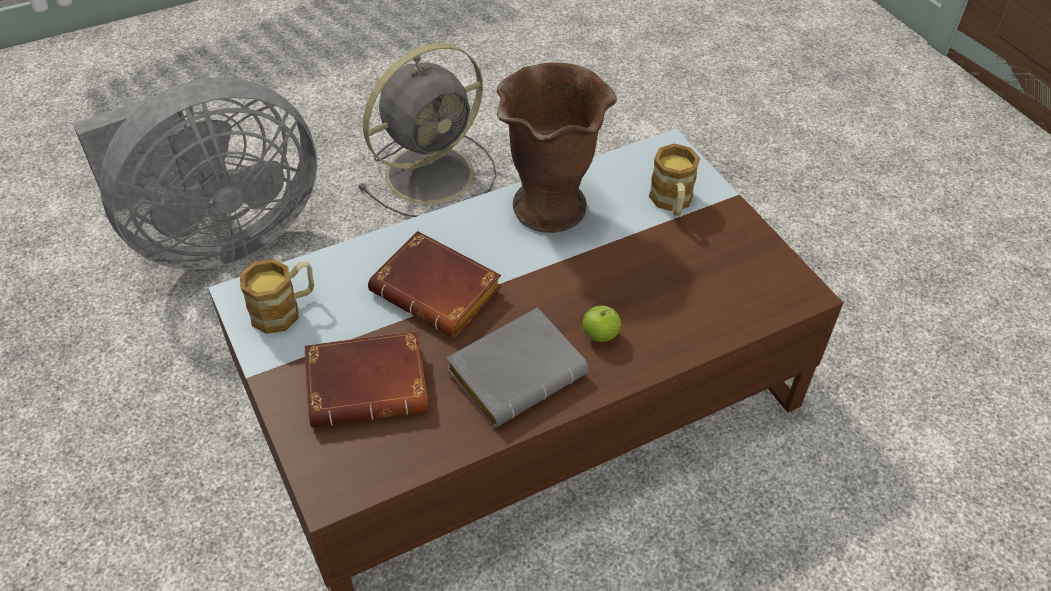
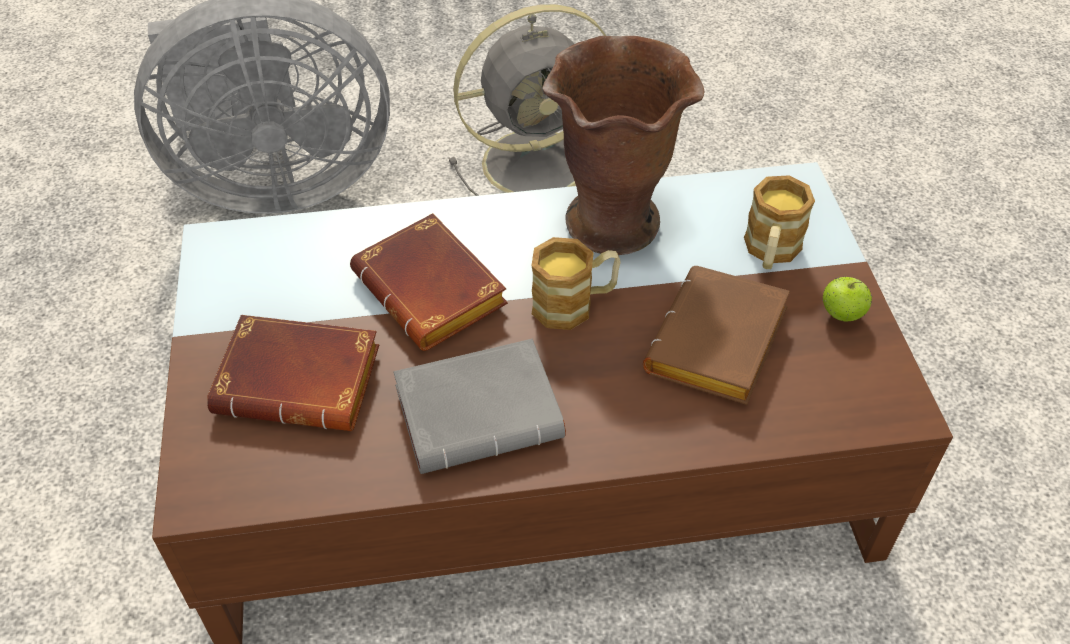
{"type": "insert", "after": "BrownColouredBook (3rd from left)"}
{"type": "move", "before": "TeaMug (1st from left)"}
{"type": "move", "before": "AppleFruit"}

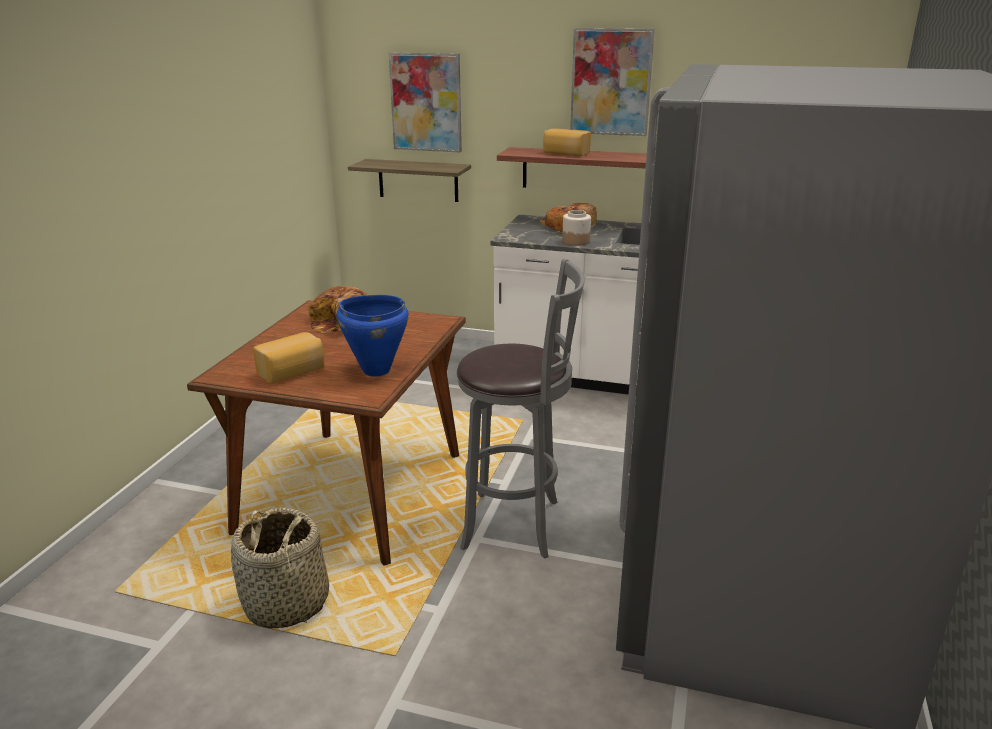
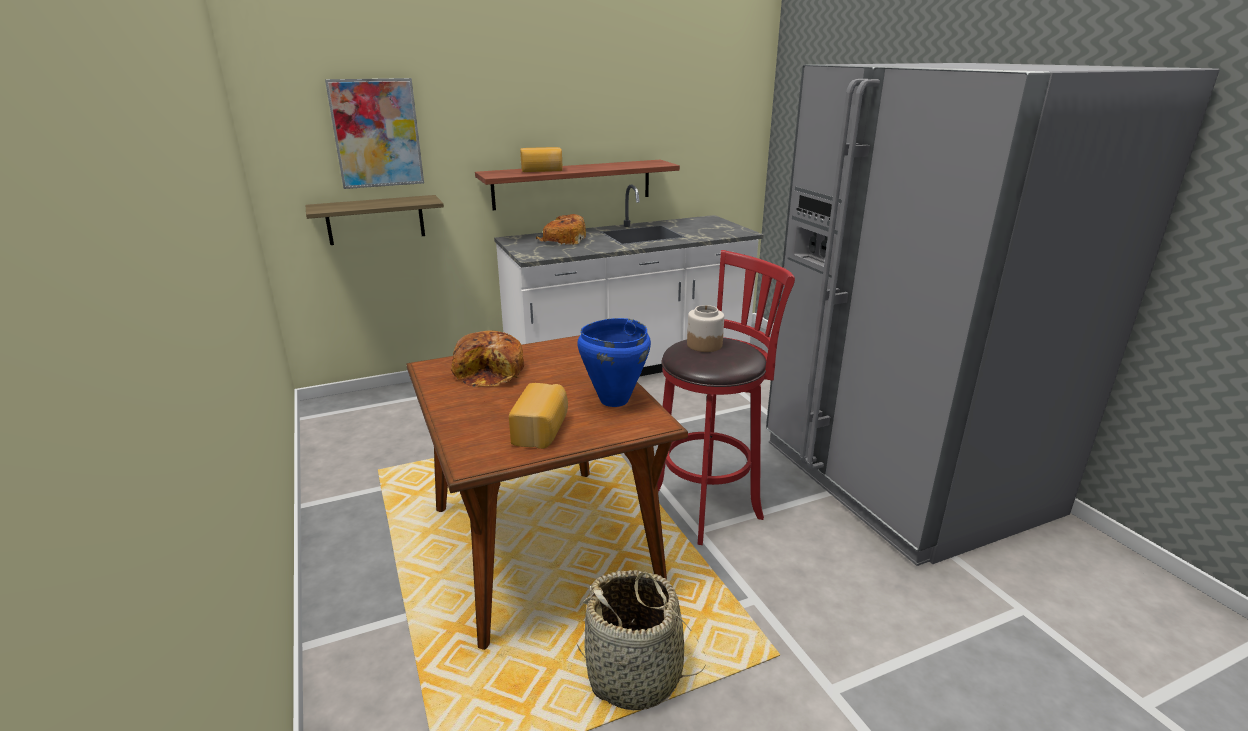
{"type": "delete", "before": "Picture (2nd from left)"}
{"type": "move", "before": "PreserveJar"}
{"type": "recolor", "before": "GrayStoolSeat", "after": "RedColouredStoolSeat"}

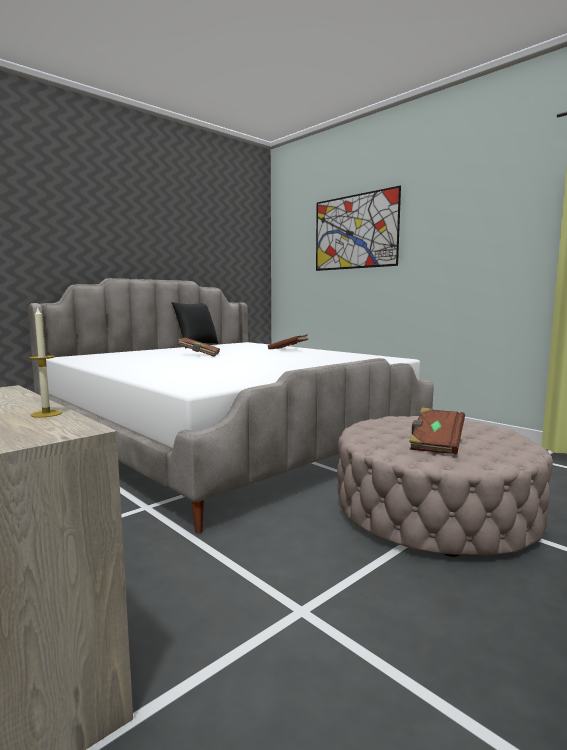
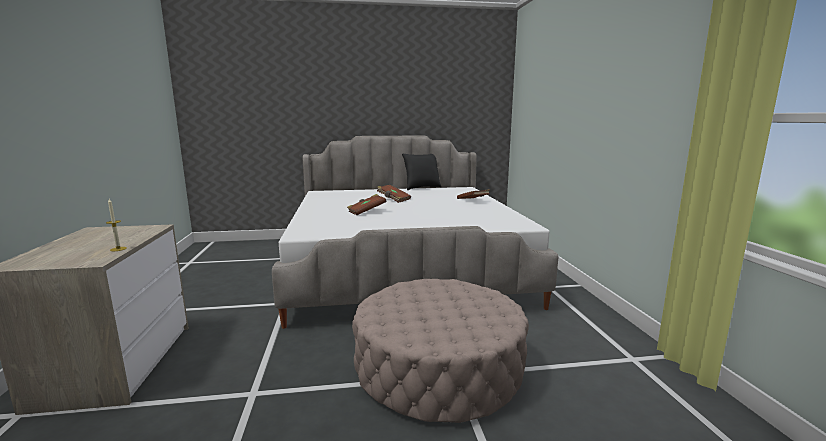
{"type": "delete", "before": "Picture"}
{"type": "move", "before": "BrownColouredBook (3rd from left in the first image)", "after": "BrownColouredBook (1st from left)"}

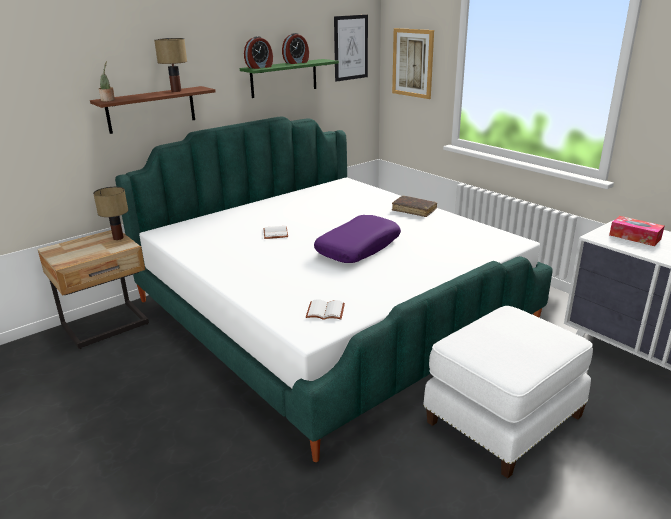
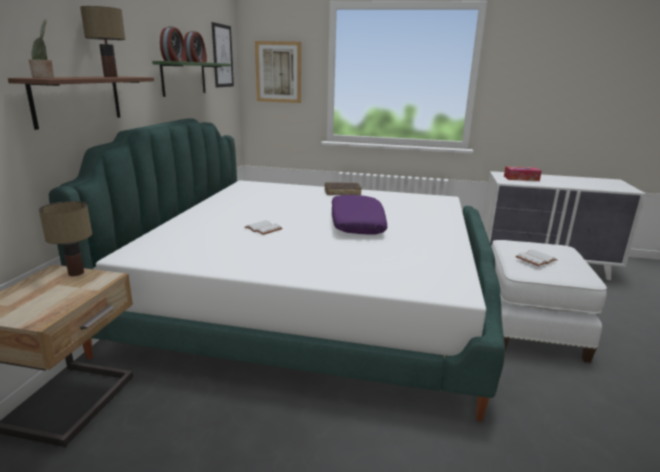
{"type": "move", "before": "WhitishBook (2nd from left)"}

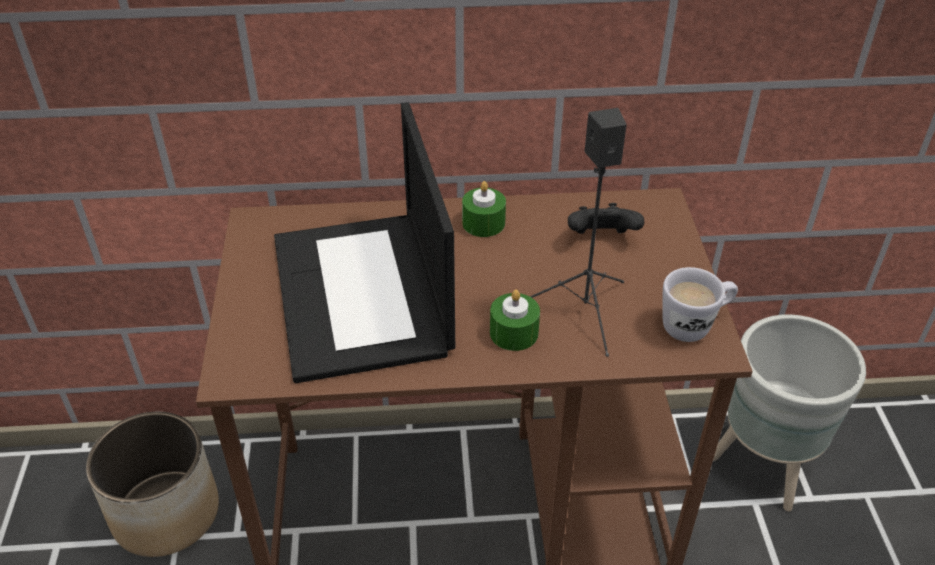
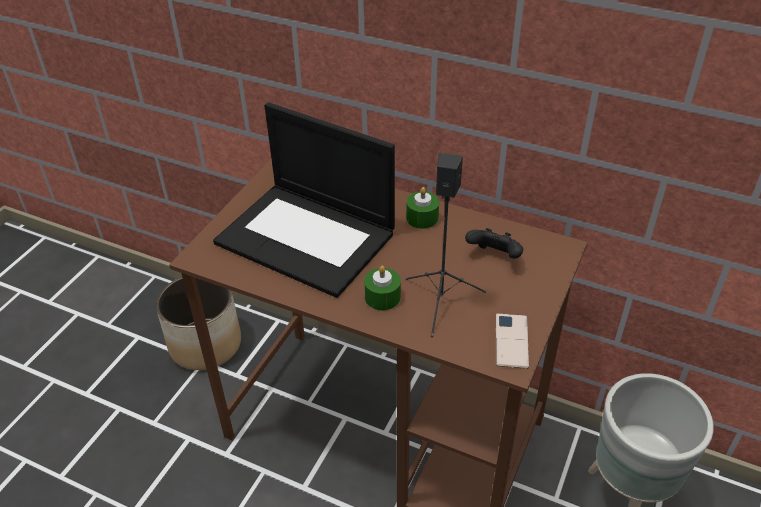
{"type": "replace", "before": "WhitishTeaMug", "after": "Telephone"}
{"type": "rotate", "before": "PortableComputer", "turn": -75}

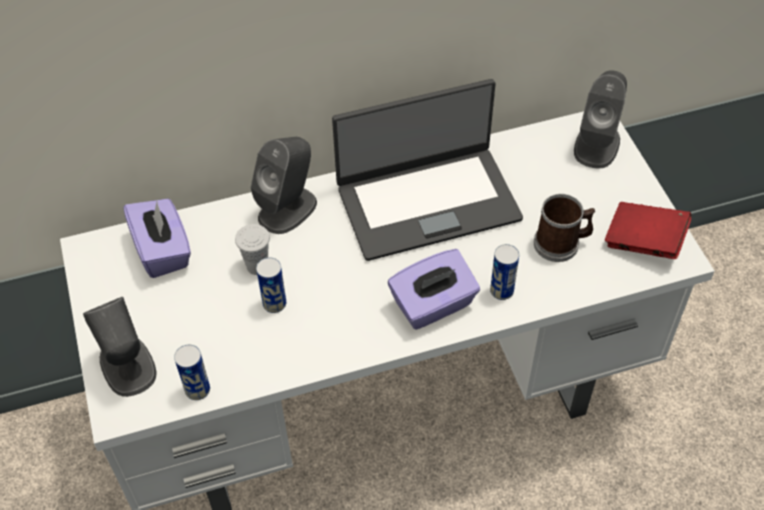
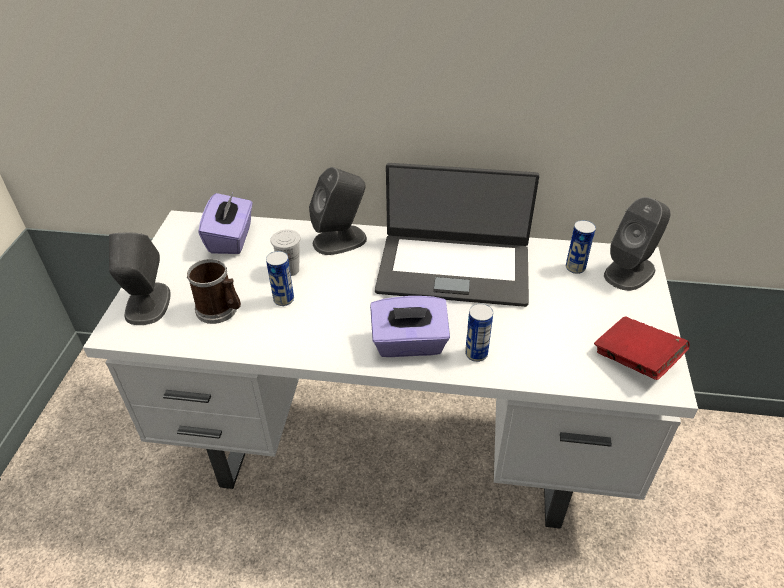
{"type": "move", "before": "SealedCan (1st from left in the first image)", "after": "SealedCan (3rd from left)"}
{"type": "move", "before": "TeaMug"}

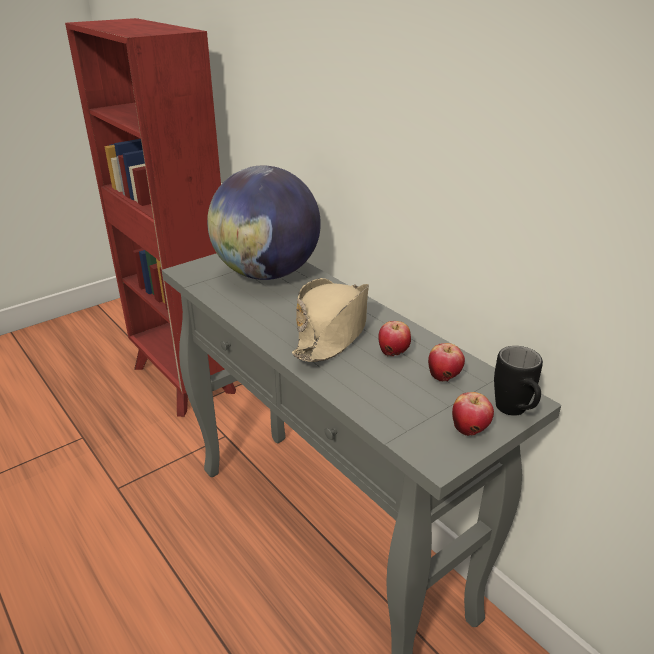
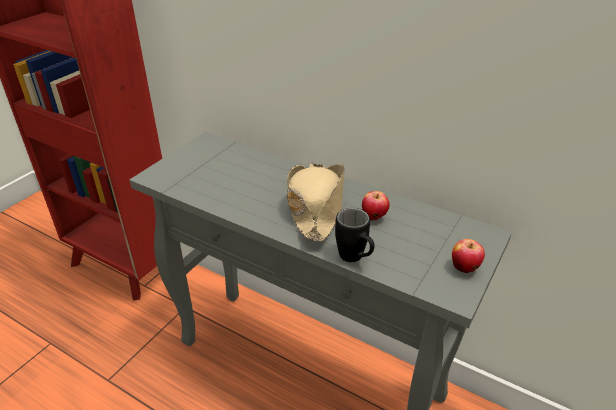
{"type": "delete", "before": "DeskGlobe"}
{"type": "delete", "before": "AppleFruit (2nd from left)"}
{"type": "move", "before": "BlackishTeaMug"}

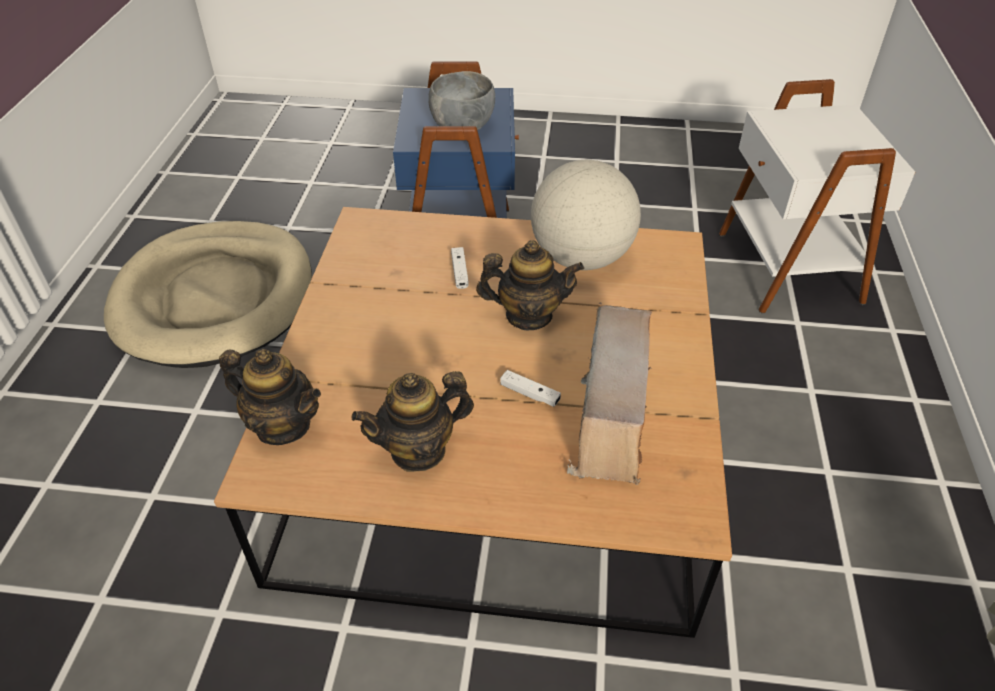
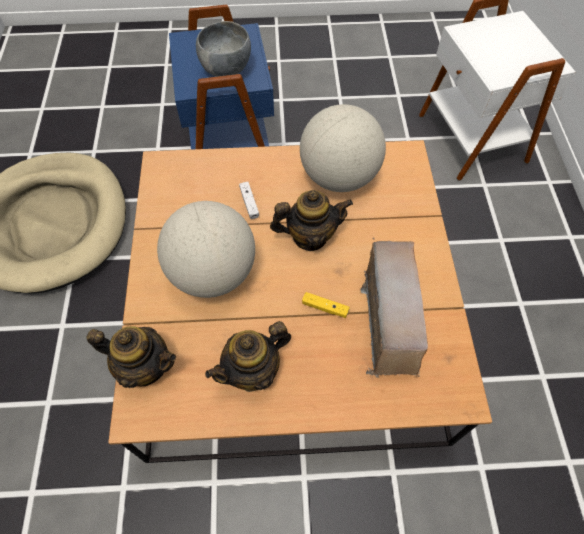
{"type": "insert", "after": "DeskGlobe (1st from left)"}
{"type": "recolor", "before": "WhitishGamepad (2nd from left)", "after": "YellowGamepad"}

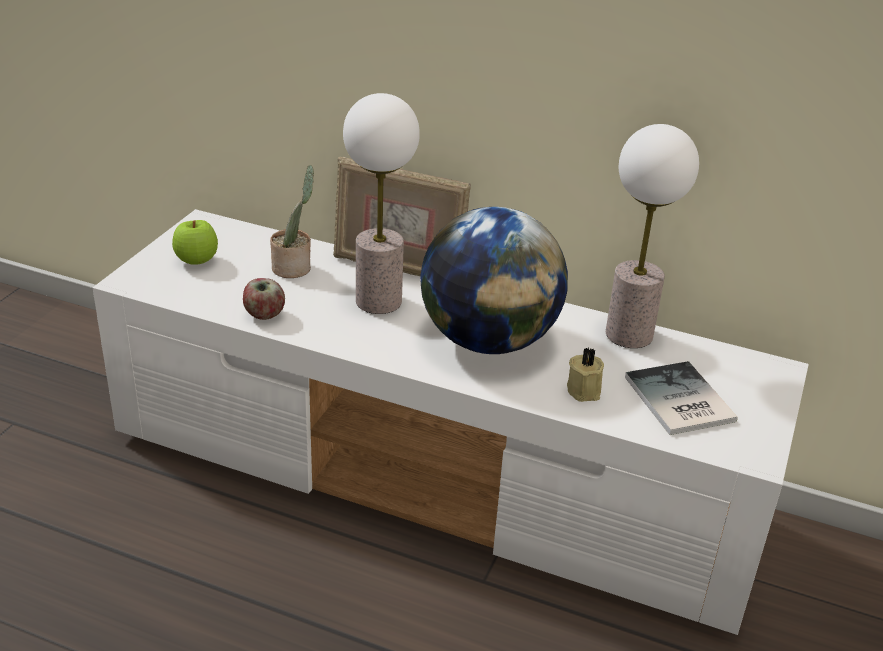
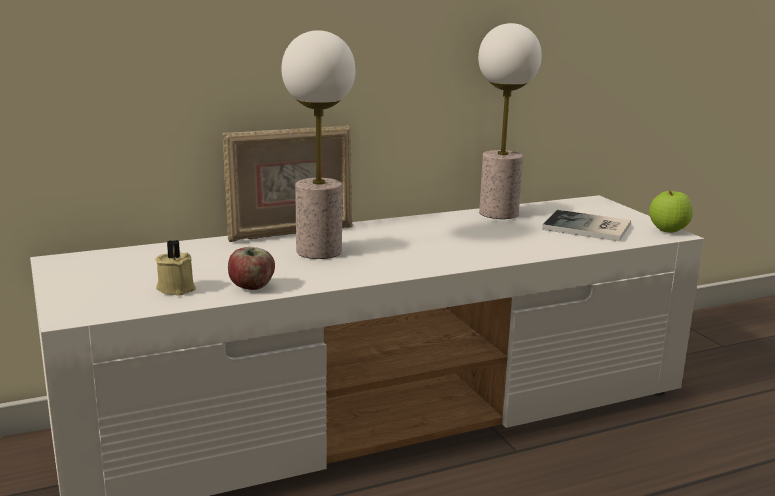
{"type": "delete", "before": "Houseplant"}
{"type": "delete", "before": "DeskGlobe"}
{"type": "move", "before": "AppleFruit (1st from left in the first image)", "after": "AppleFruit (2nd from left)"}
{"type": "move", "before": "BeigeColouredWaxLight"}

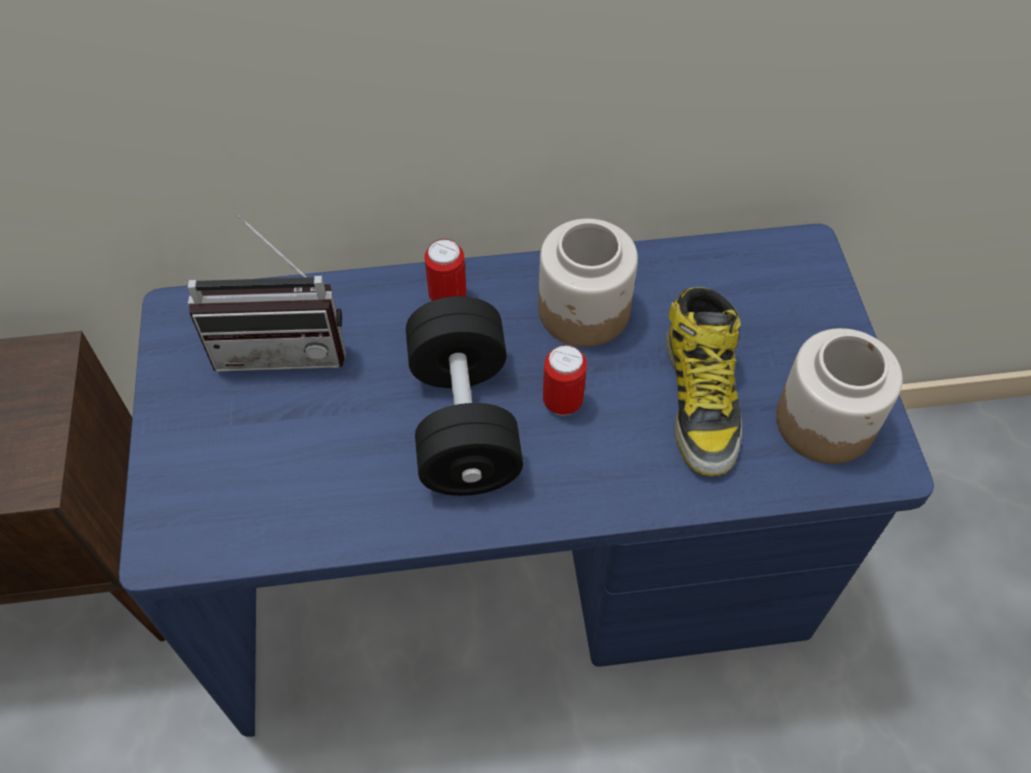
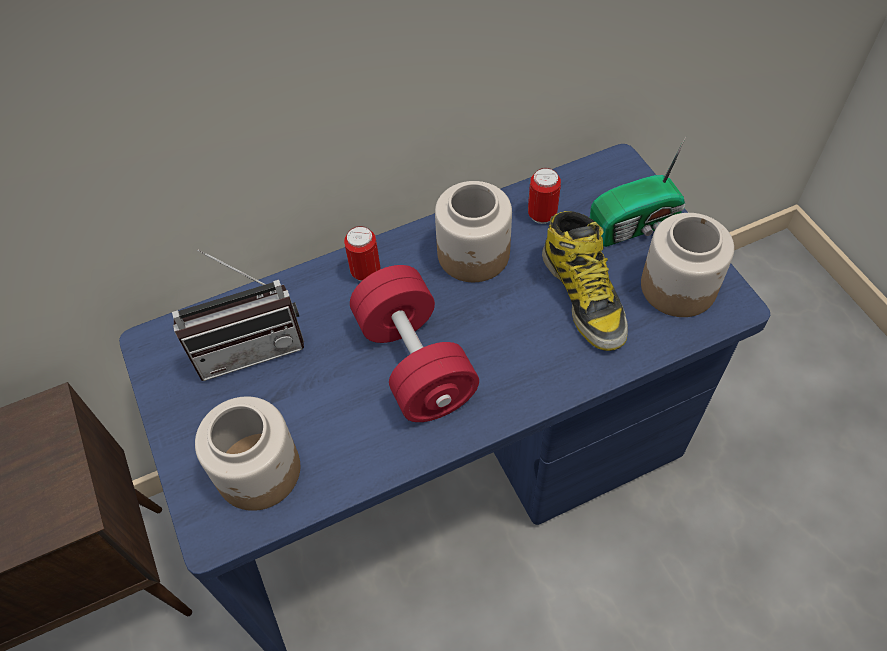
{"type": "insert", "after": "PreserveJar (1st from left)"}
{"type": "insert", "after": "Radio (2nd from left)"}
{"type": "move", "before": "SealedCan (2nd from left)"}
{"type": "recolor", "before": "BlackishFreeWeight", "after": "RedColouredFreeWeight"}

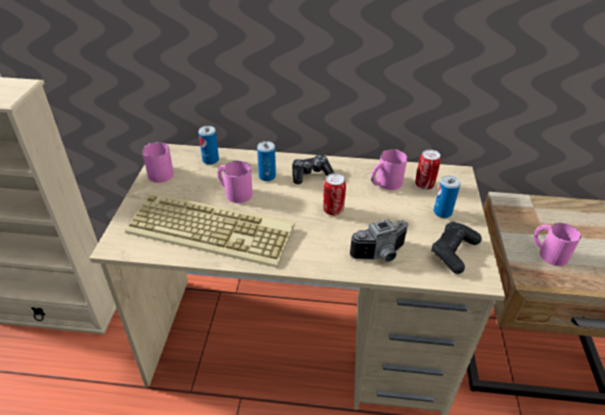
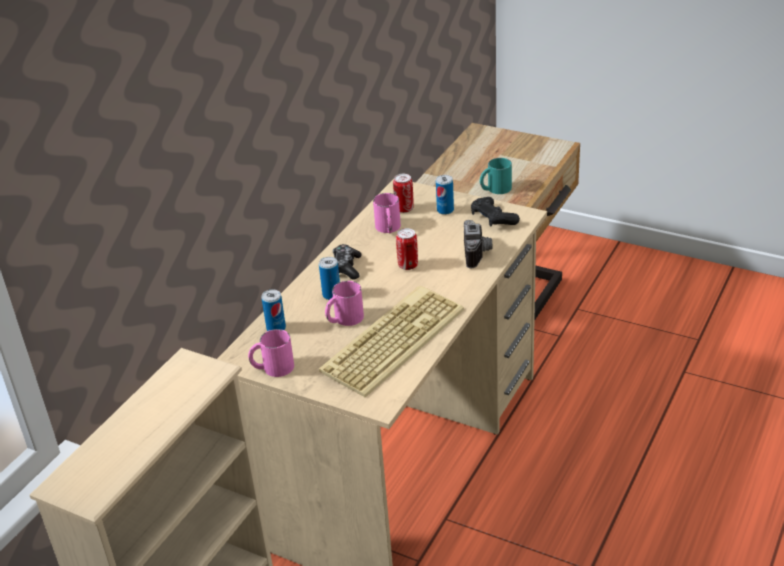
{"type": "recolor", "before": "PinkTeaMug (4th from left)", "after": "TurquoiseTeaMug"}

